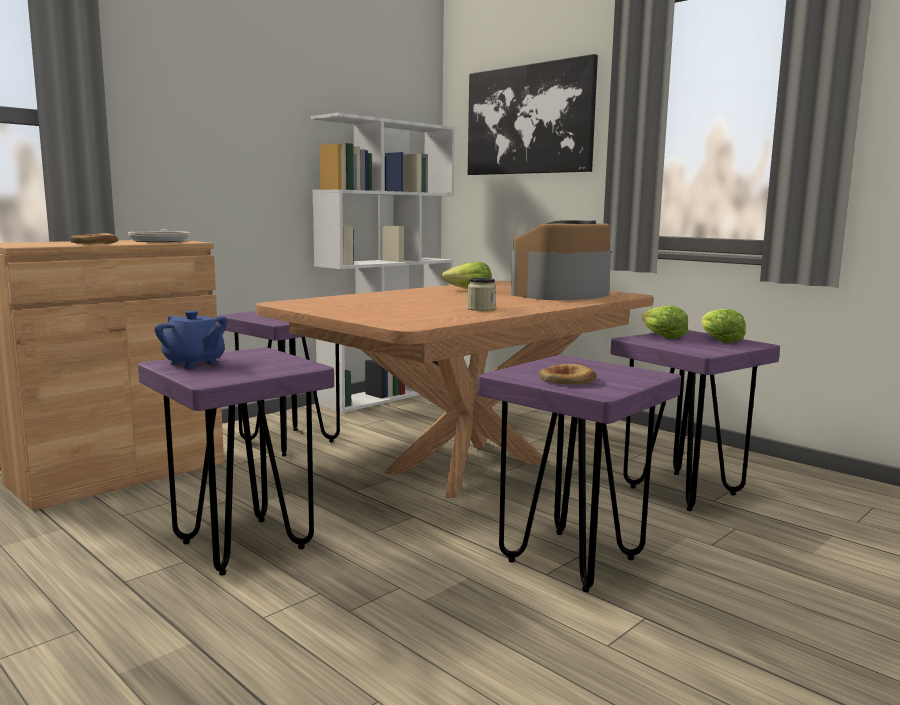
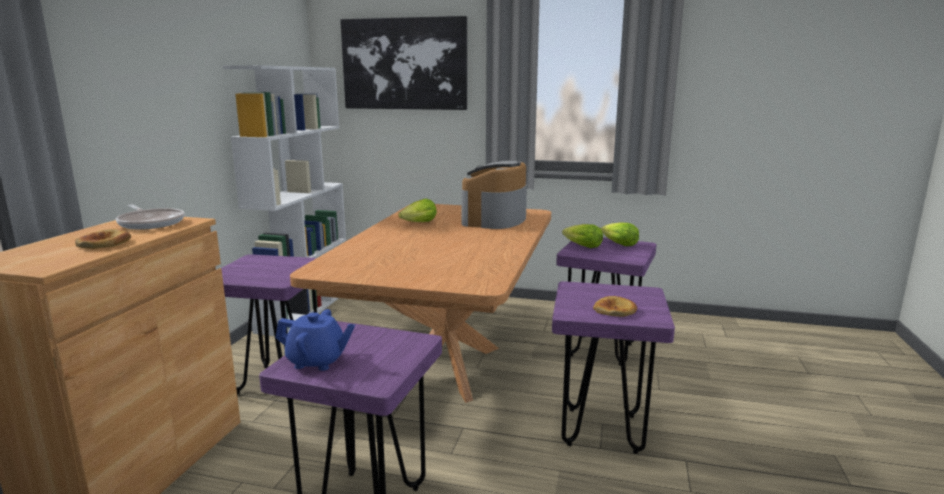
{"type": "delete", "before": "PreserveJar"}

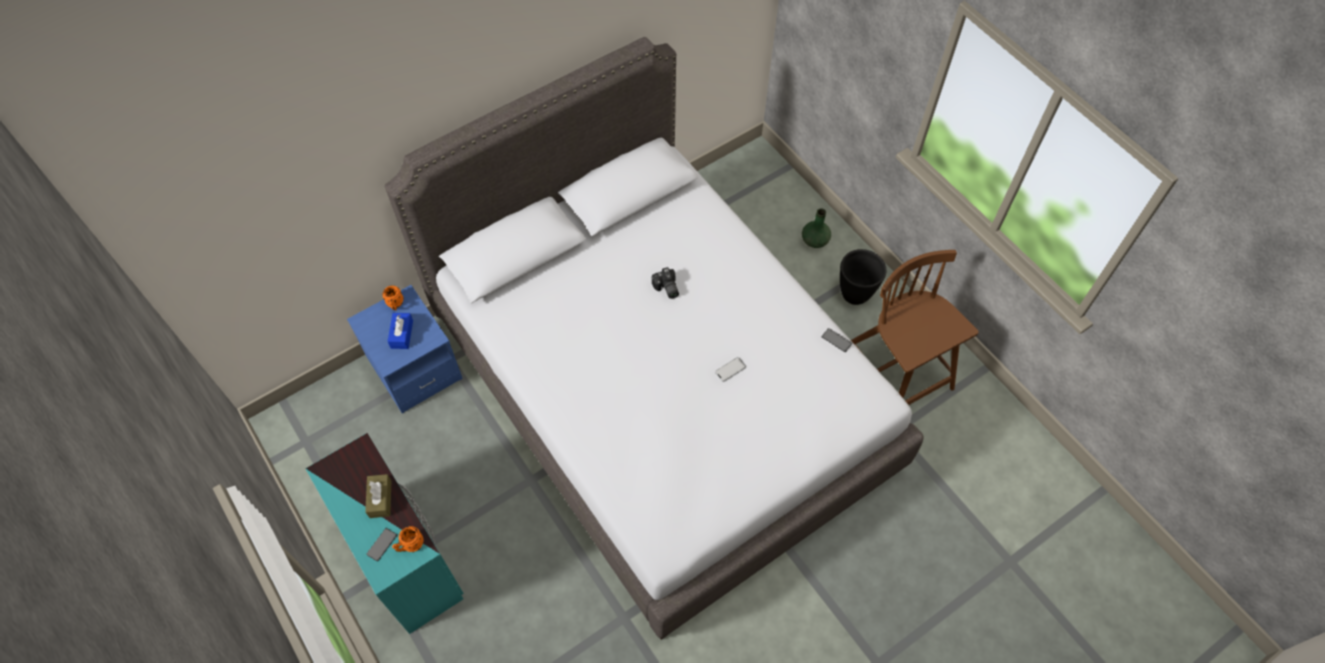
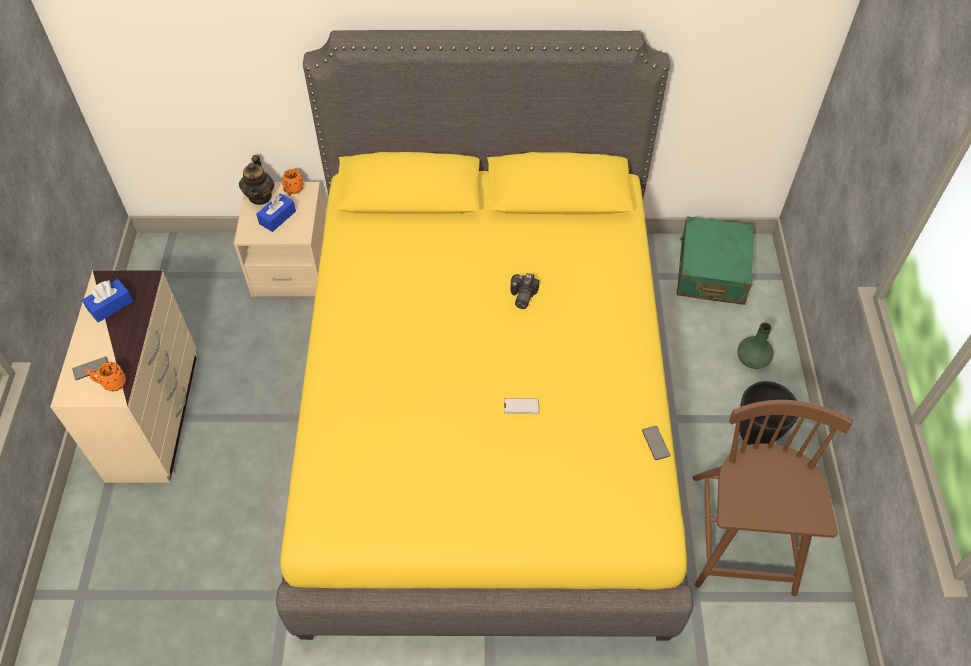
{"type": "delete", "before": "BrownColouredTissueHolder"}
{"type": "insert", "after": "BlueColouredTissueHolder (1st from left)"}
{"type": "insert", "after": "PotForTea"}
{"type": "insert", "after": "GreenTravelCase"}
{"type": "recolor", "before": "TurquoiseDrawerChest", "after": "BeigeColouredDrawerChest"}
{"type": "recolor", "before": "BlueColouredBedsideTable", "after": "BeigeColouredBedsideTable"}
{"type": "recolor", "before": "GrayBed", "after": "YellowBed"}

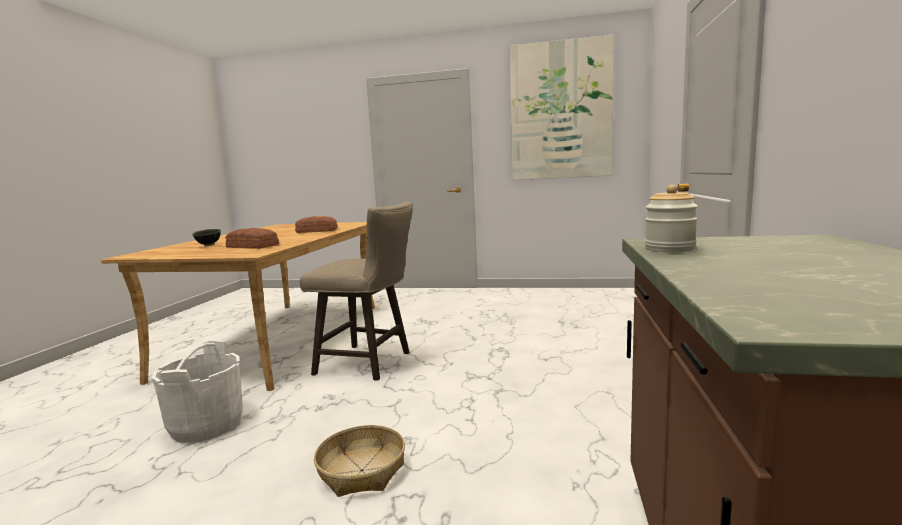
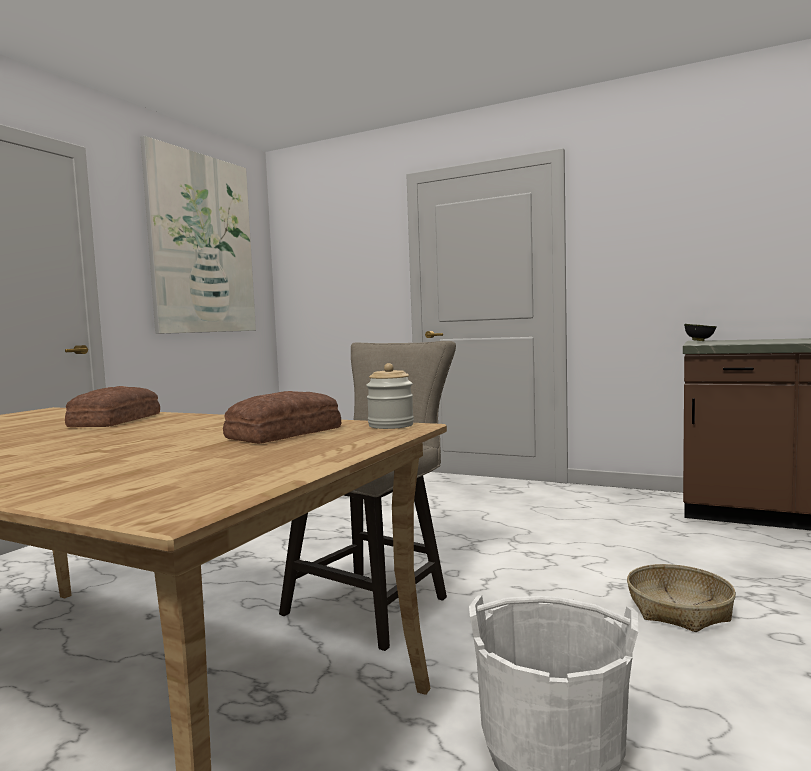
{"type": "move", "before": "BlackishDeepDish"}
{"type": "move", "before": "PreserveJar"}

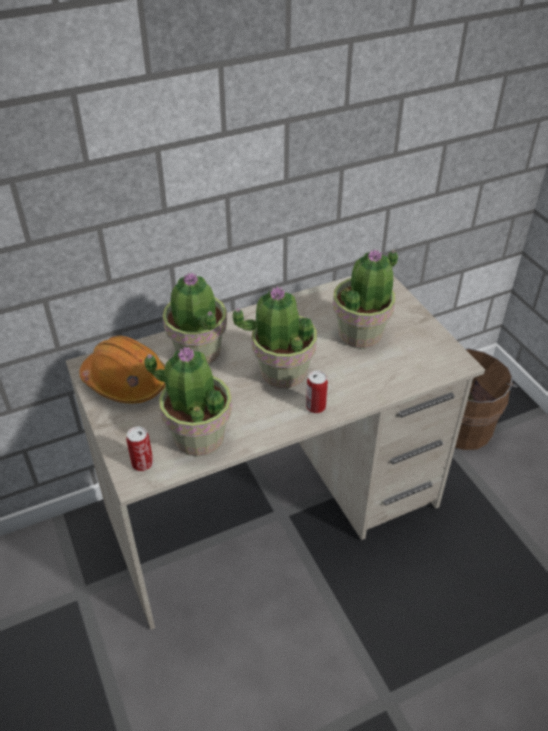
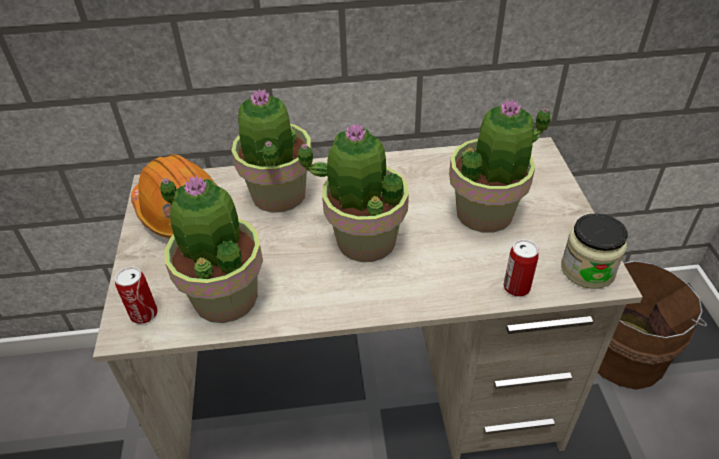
{"type": "insert", "after": "PreserveJar"}
{"type": "move", "before": "SealedCan (2nd from left)"}

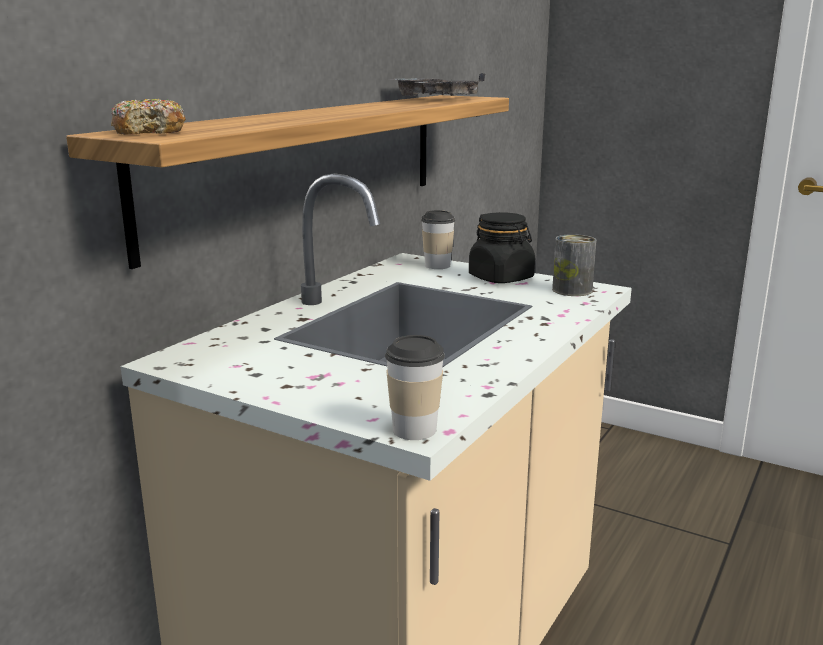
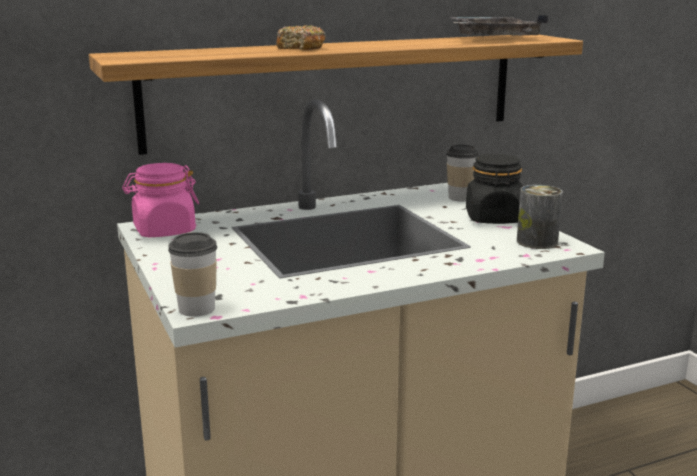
{"type": "insert", "after": "PinkPreserveJar"}
{"type": "move", "before": "RingDoughnut"}

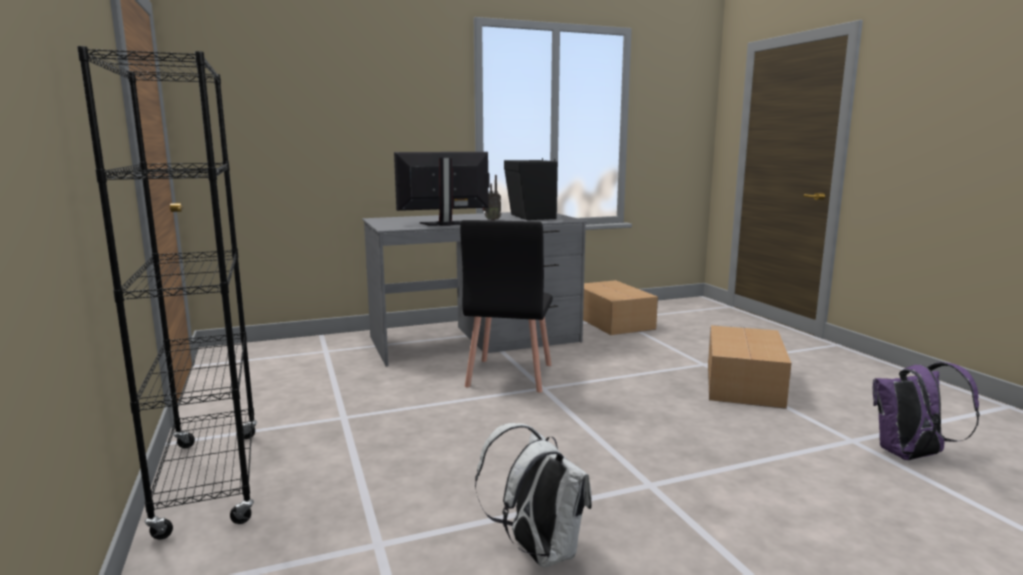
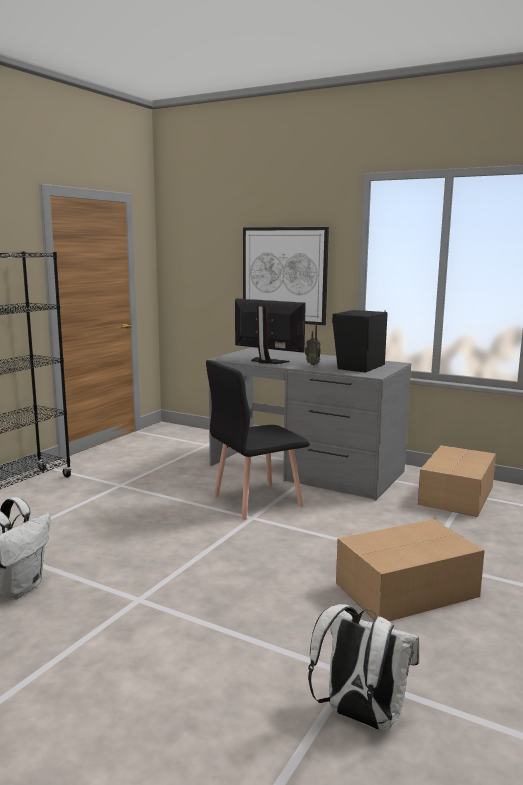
{"type": "insert", "after": "Picture"}
{"type": "recolor", "before": "PurplishRucksack", "after": "WhitishRucksack (2nd from left)"}

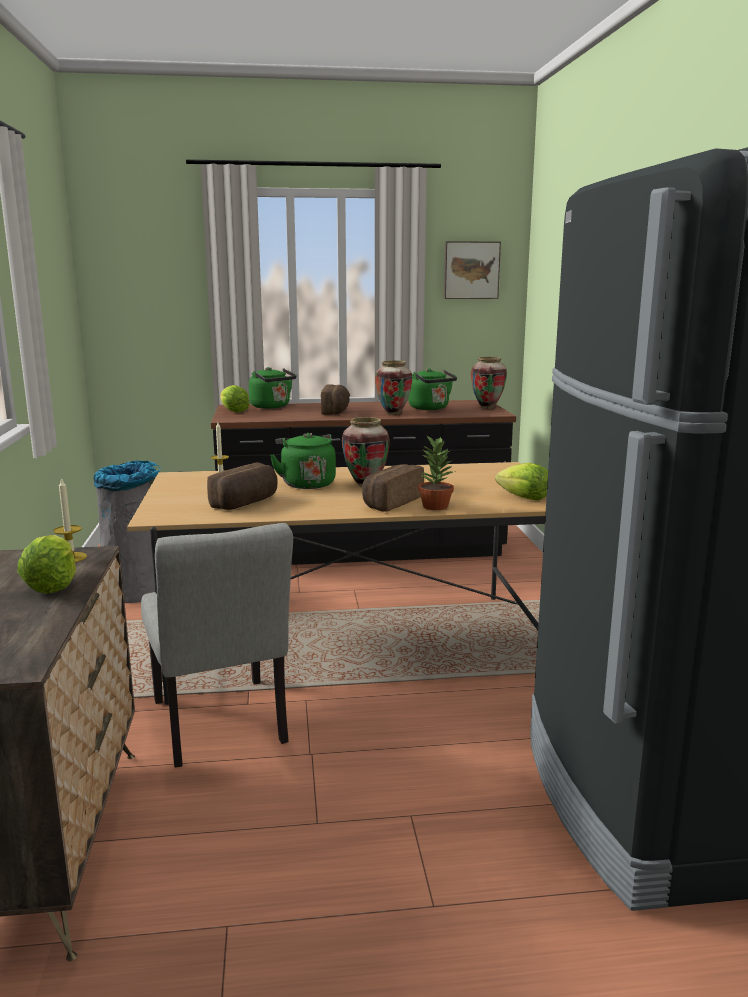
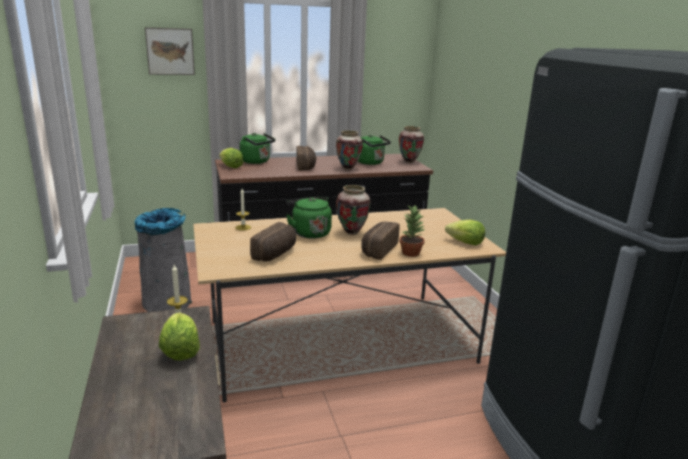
{"type": "delete", "before": "GrayPlainChair"}
{"type": "move", "before": "Picture"}

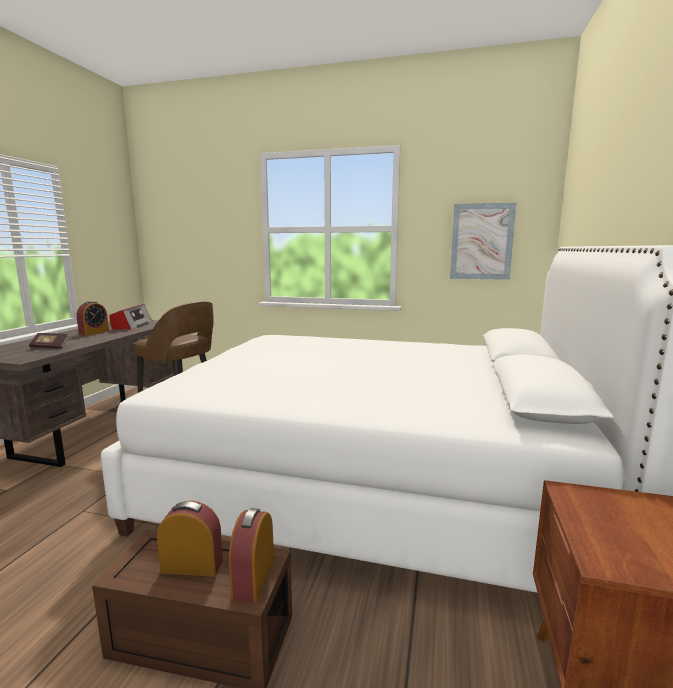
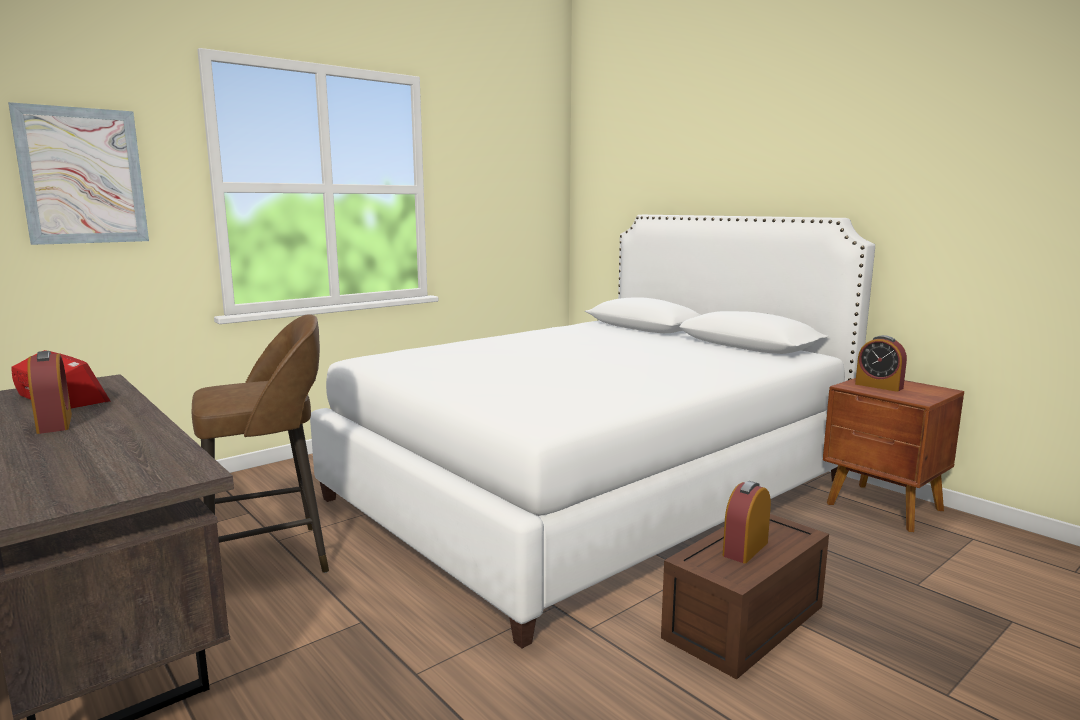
{"type": "delete", "before": "Book"}
{"type": "move", "before": "TableClock (3rd from left)"}
{"type": "move", "before": "Picture"}

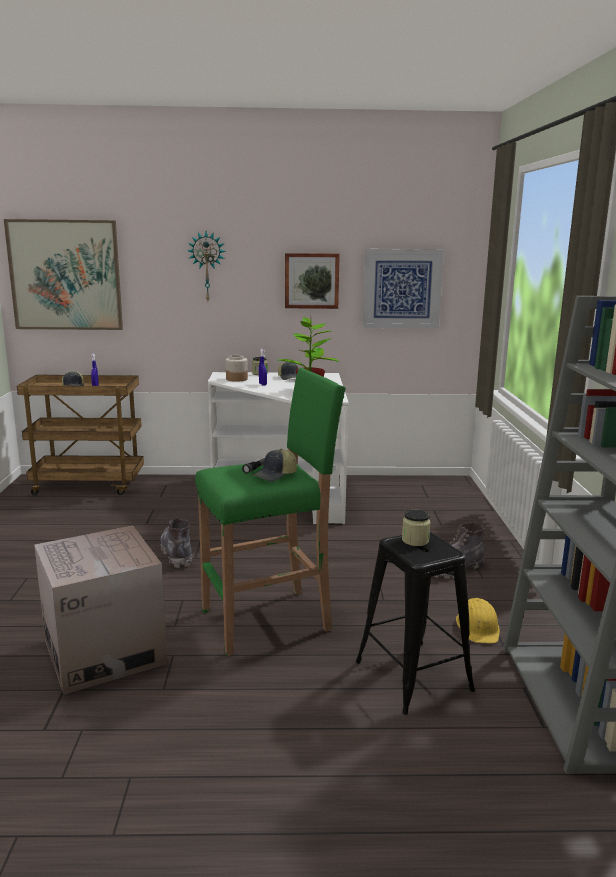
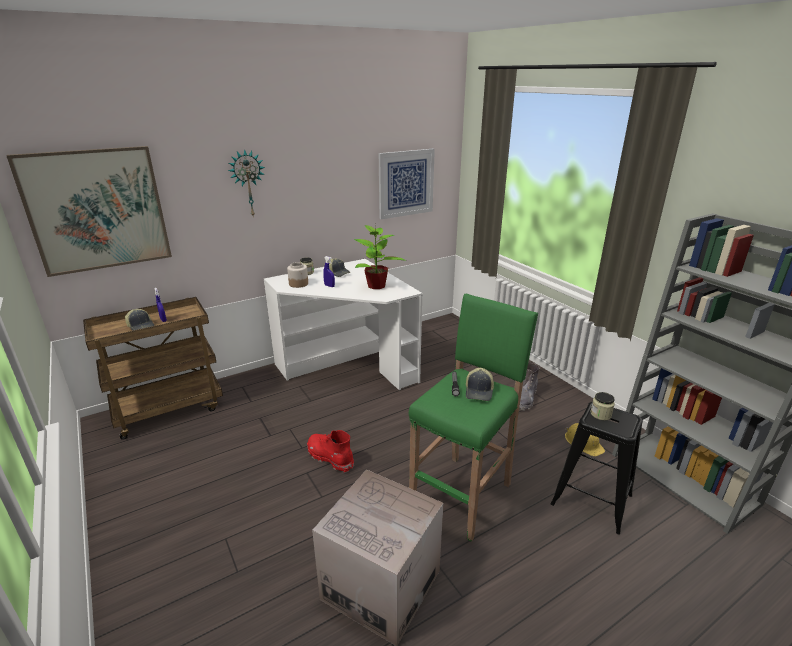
{"type": "delete", "before": "Picture (2nd from left)"}
{"type": "recolor", "before": "GrayHighTopBoot (1st from left)", "after": "RedColouredHighTopBoot"}

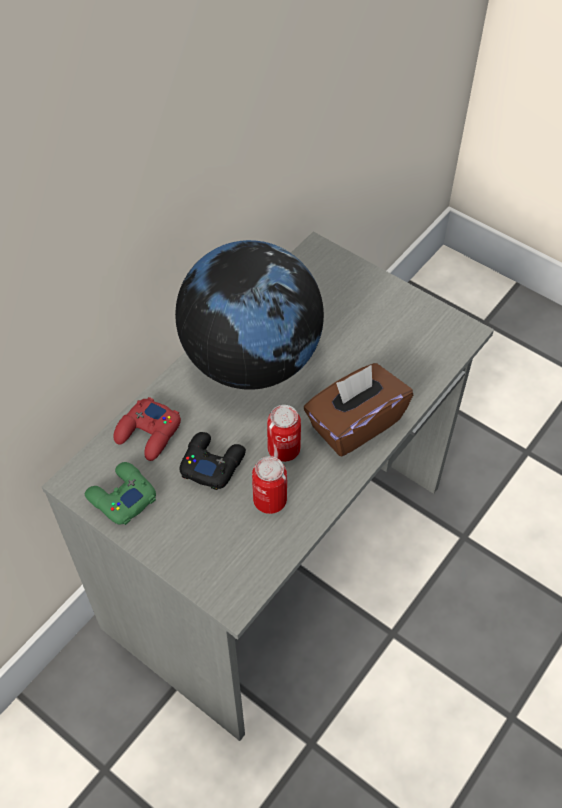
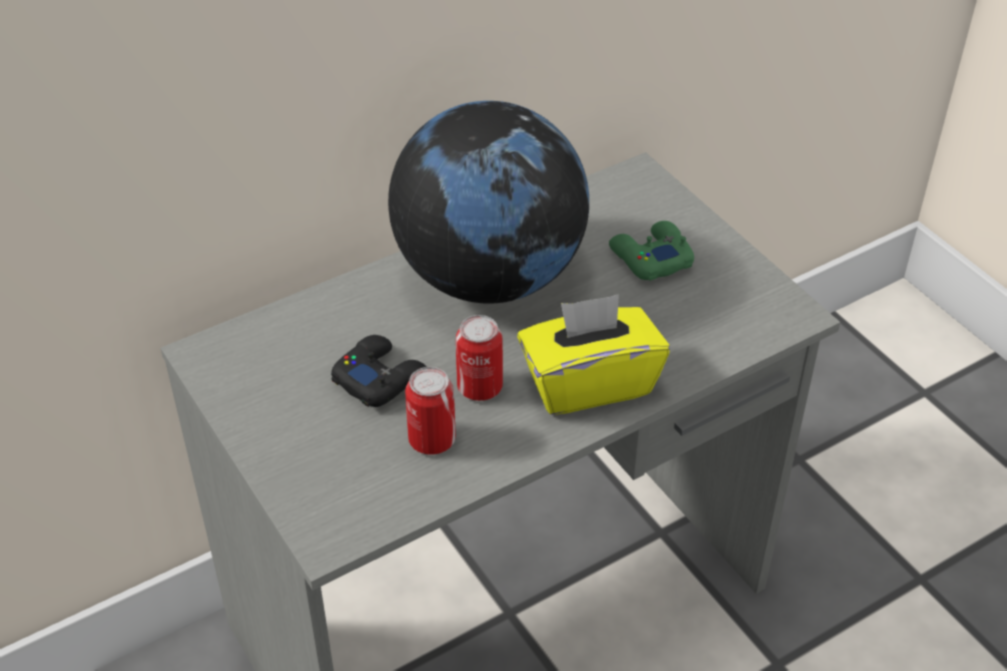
{"type": "delete", "before": "RedColouredGamepad"}
{"type": "move", "before": "GreenGamepad"}
{"type": "recolor", "before": "BrownColouredTissueHolder", "after": "YellowTissueHolder"}

